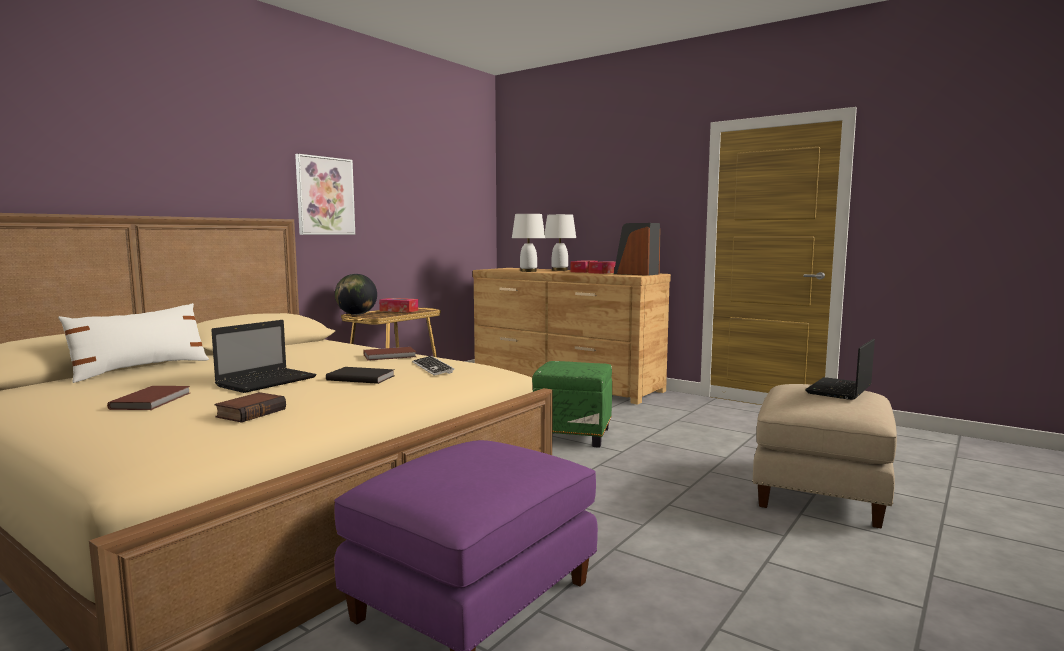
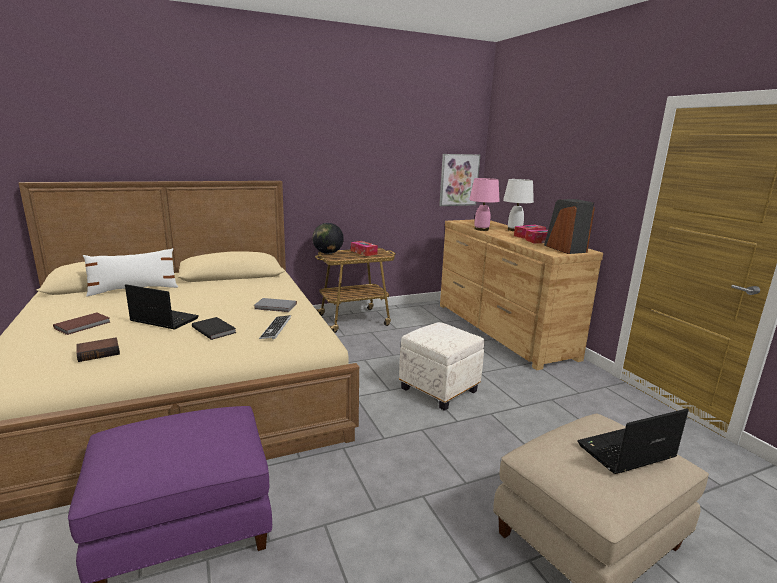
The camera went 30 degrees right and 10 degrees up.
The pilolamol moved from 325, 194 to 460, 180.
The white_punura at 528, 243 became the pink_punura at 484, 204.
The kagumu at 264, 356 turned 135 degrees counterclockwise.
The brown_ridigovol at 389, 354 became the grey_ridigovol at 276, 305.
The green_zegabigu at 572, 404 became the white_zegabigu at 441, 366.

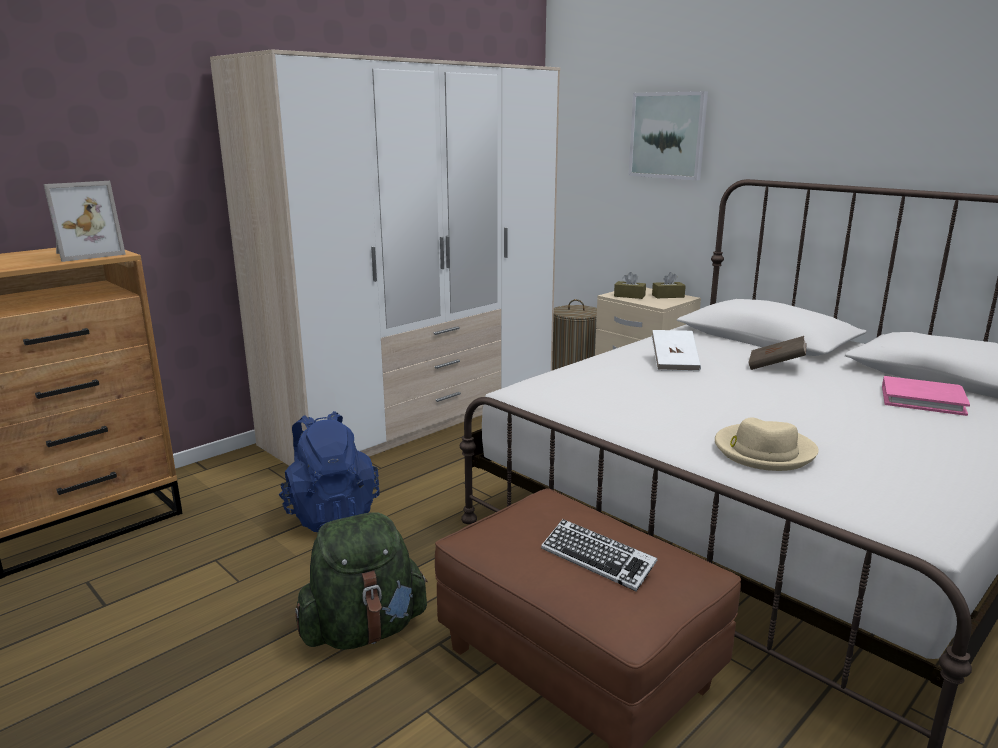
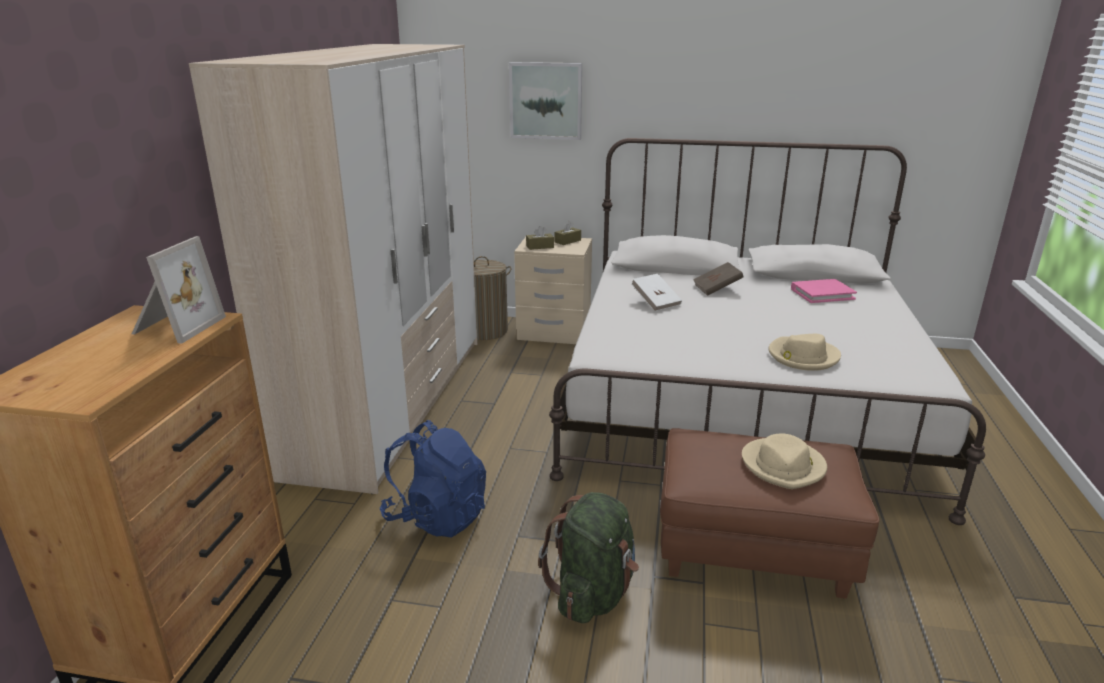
The camera went 35 degrees left and 5 degrees up.
The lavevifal at 599, 555 was replaced by the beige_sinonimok at 784, 461.

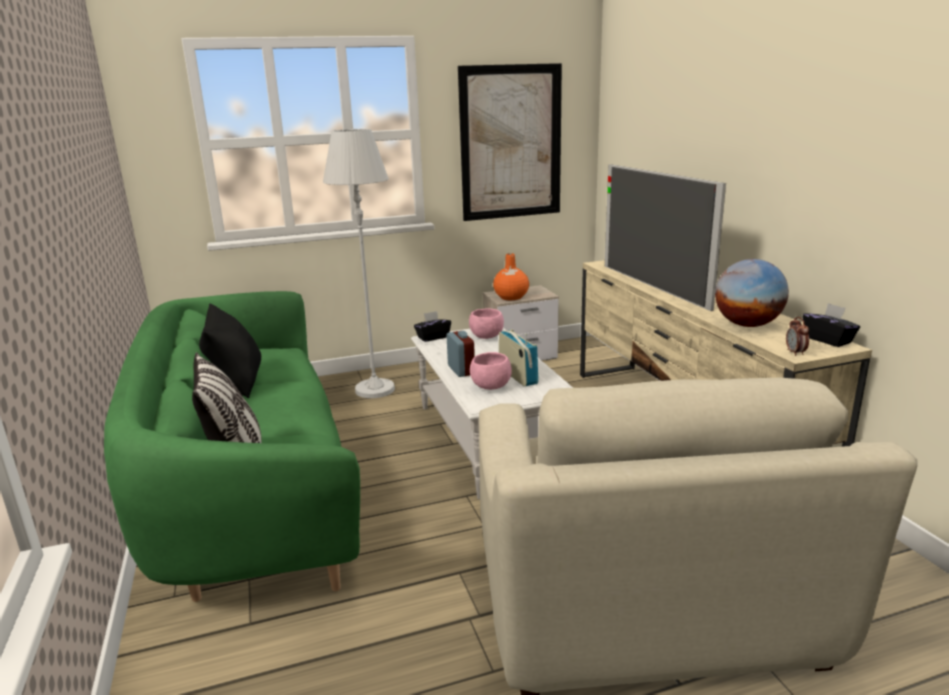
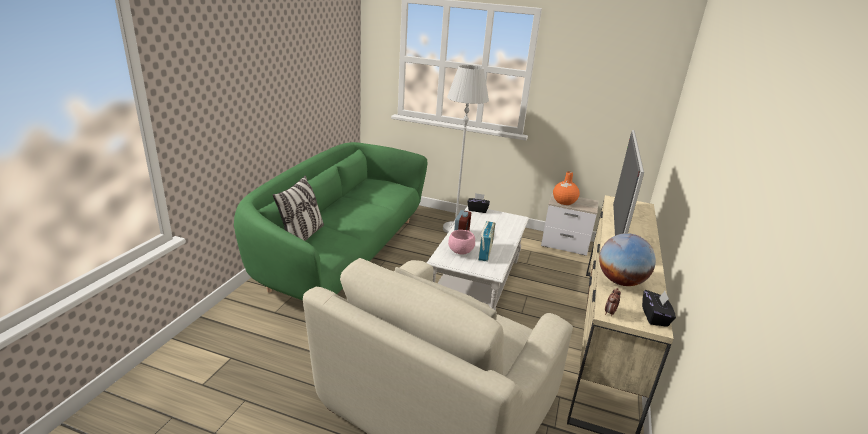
The camera went 35 degrees right and 5 degrees up.
The pilolamol at 510, 142 disappeared.
The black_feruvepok at 230, 350 disappeared.
The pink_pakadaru at 486, 323 disappeared.

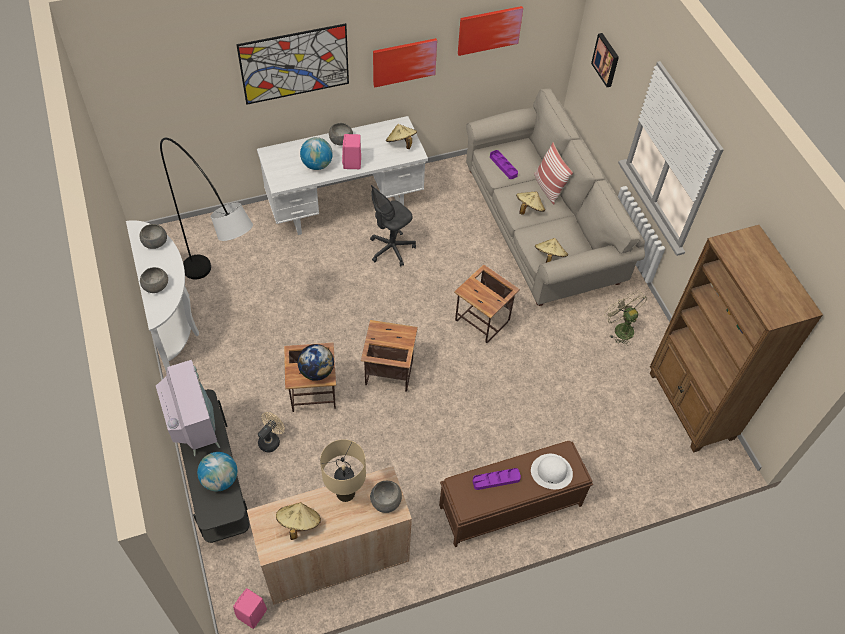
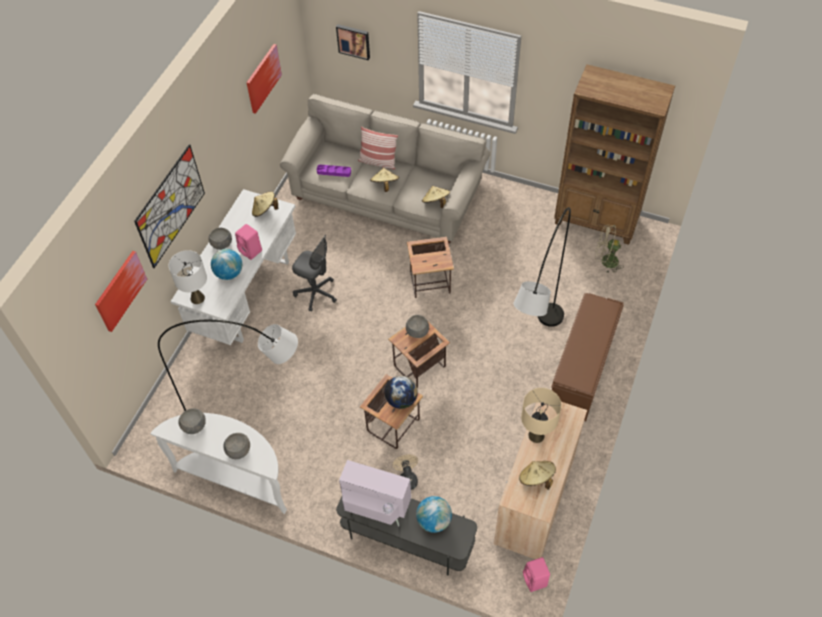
The camera went 45 degrees left and 0 degrees up.
The pilolamol moved from 405, 63 to 121, 291.
The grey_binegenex at 393, 225 turned 60 degrees counterclockwise.
The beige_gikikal moved from 625, 317 to 610, 249.
The white_sinonimok at 552, 471 disappeared.
The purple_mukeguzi at 497, 479 disappeared.
The grey_pakadaru moved from 386, 497 to 417, 326.
The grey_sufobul at 542, 267 appeared.
The white_punura at 188, 277 appeared.

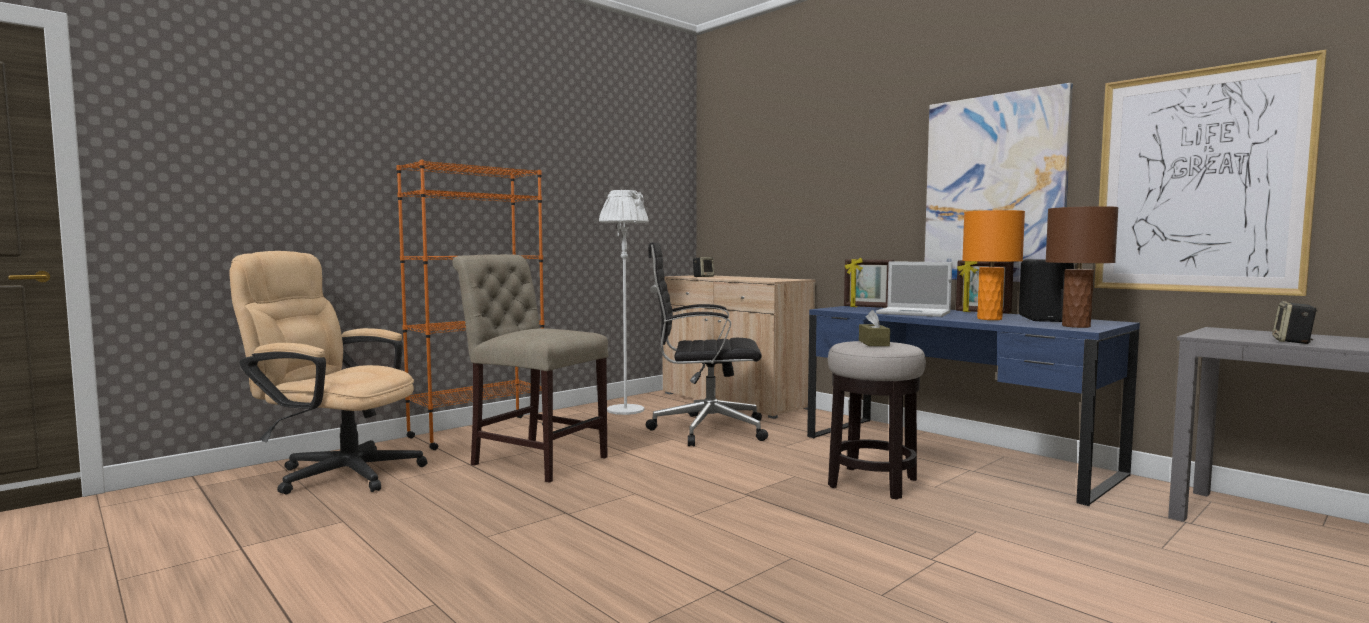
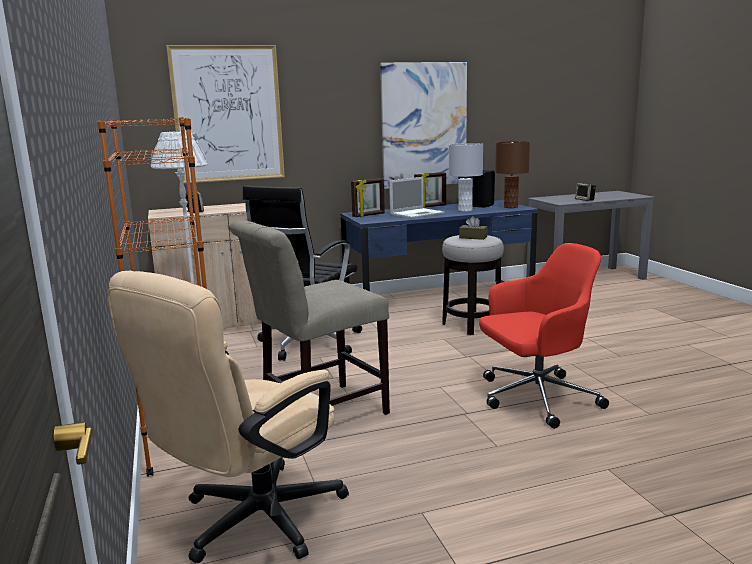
The camera went 65 degrees left and 10 degrees up.
The pilolamol moved from 1210, 173 to 225, 114.
The orange_punura at 993, 265 became the grey_punura at 466, 177.
The red_binegenex at 544, 336 appeared.

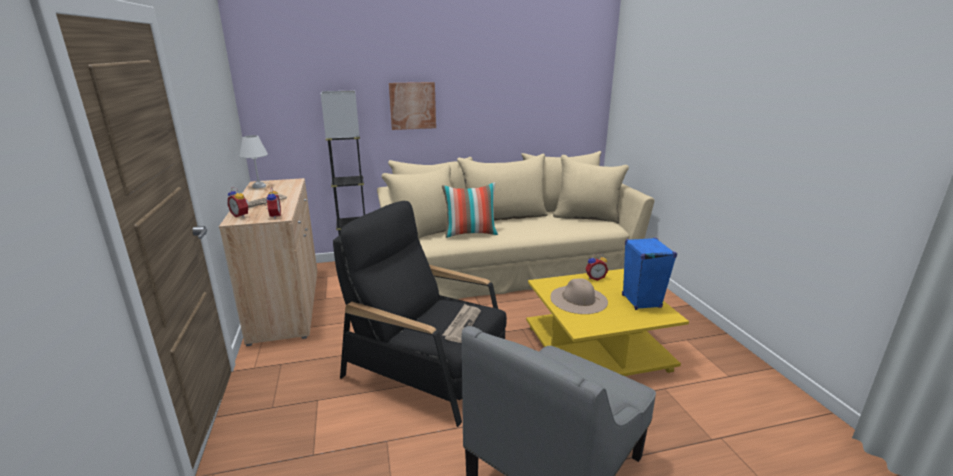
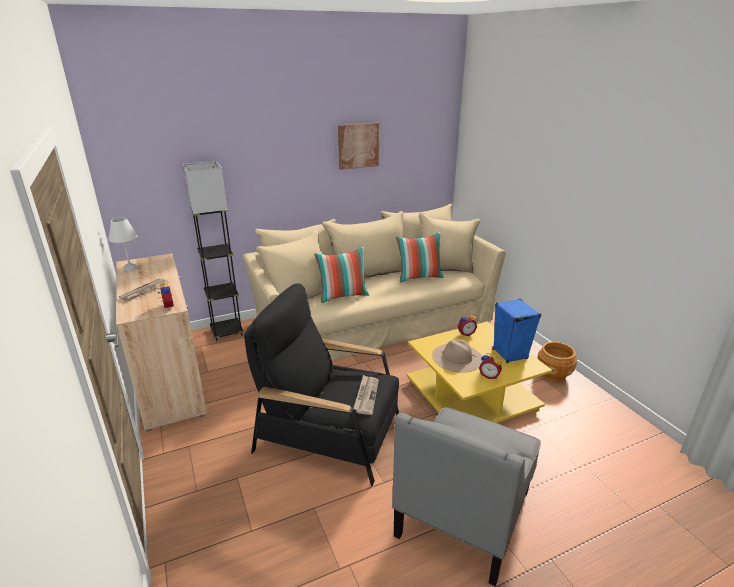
The camera went 10 degrees left and 5 degrees up.
The pilolamol moved from 412, 106 to 358, 146.
The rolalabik moved from 238, 202 to 490, 366.
The feruvepok at 420, 257 appeared.
The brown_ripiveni at 557, 362 appeared.

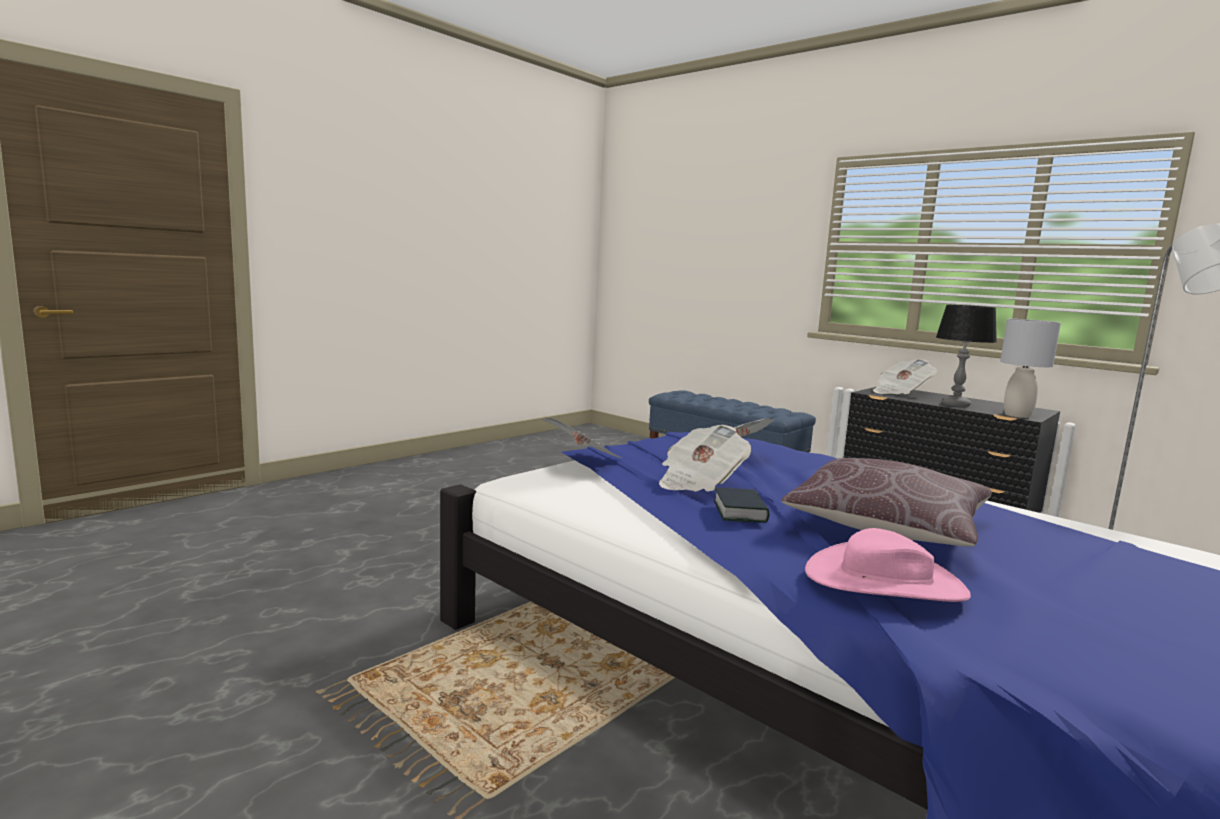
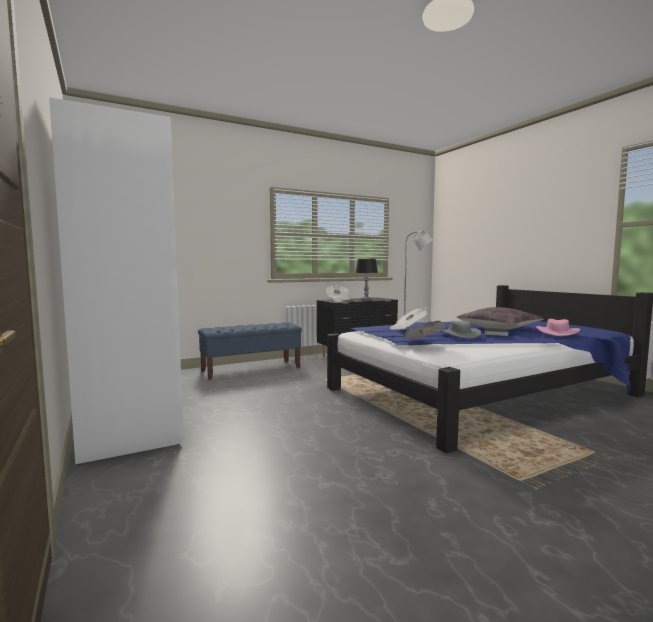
The camera went 70 degrees left and 5 degrees down.
The grey_punura at 1030, 368 disappeared.
The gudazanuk at 705, 458 was replaced by the grey_sinonimok at 461, 329.
The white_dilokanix at 116, 281 appeared.

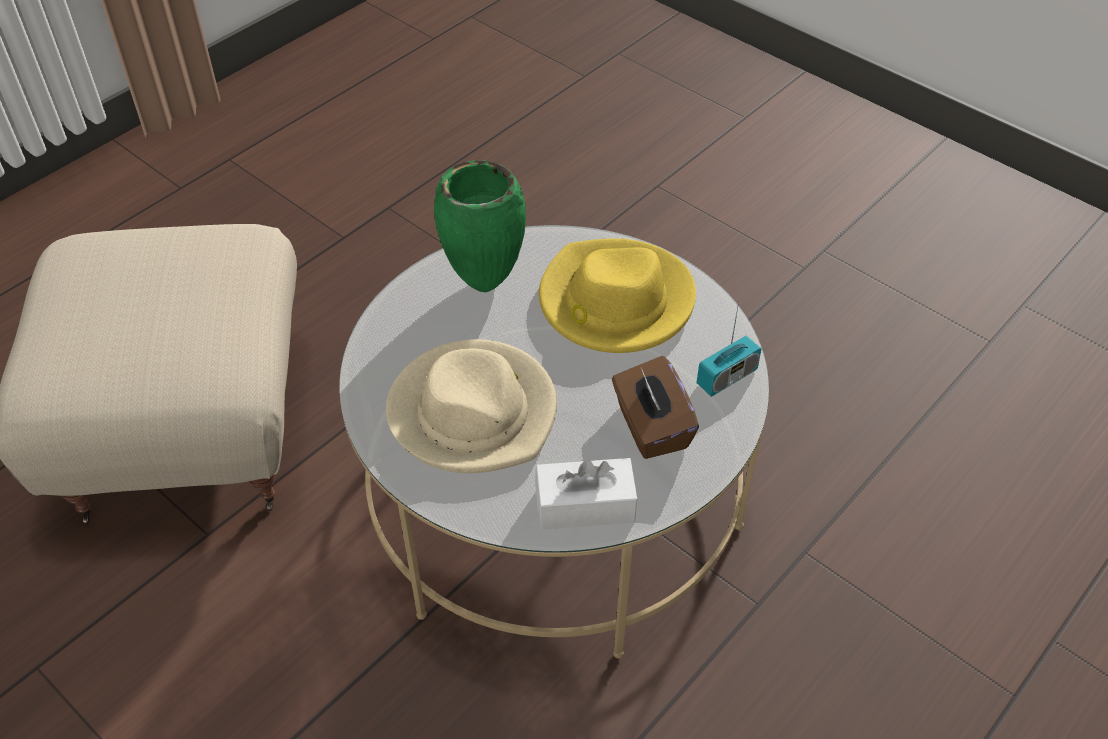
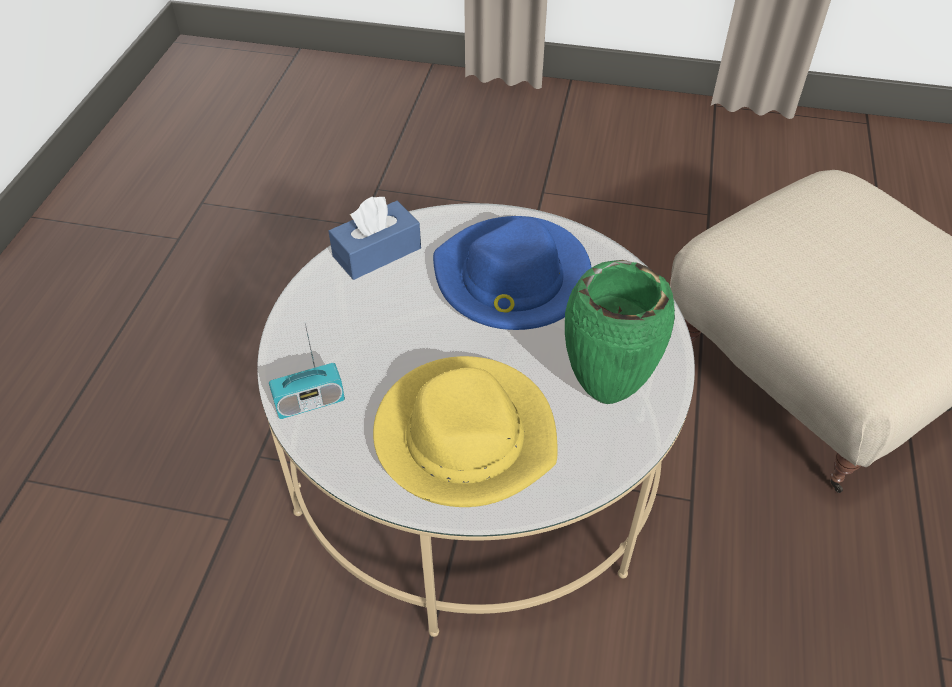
The camera went 150 degrees right and 0 degrees up.
The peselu at 729, 349 turned 135 degrees counterclockwise.
The beige_sinonimok at 471, 406 became the blue_sinonimok at 512, 273.
The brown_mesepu at 655, 407 disappeared.
The white_mesepu at 586, 494 became the blue_mesepu at 374, 238.

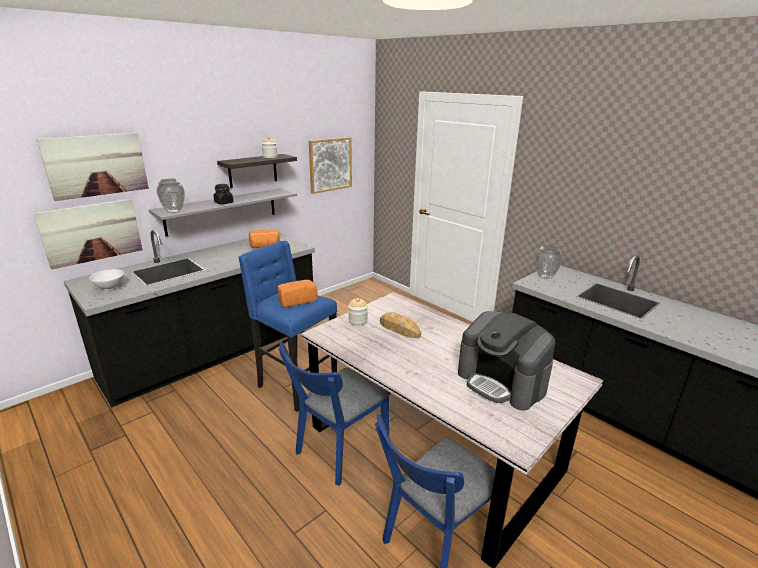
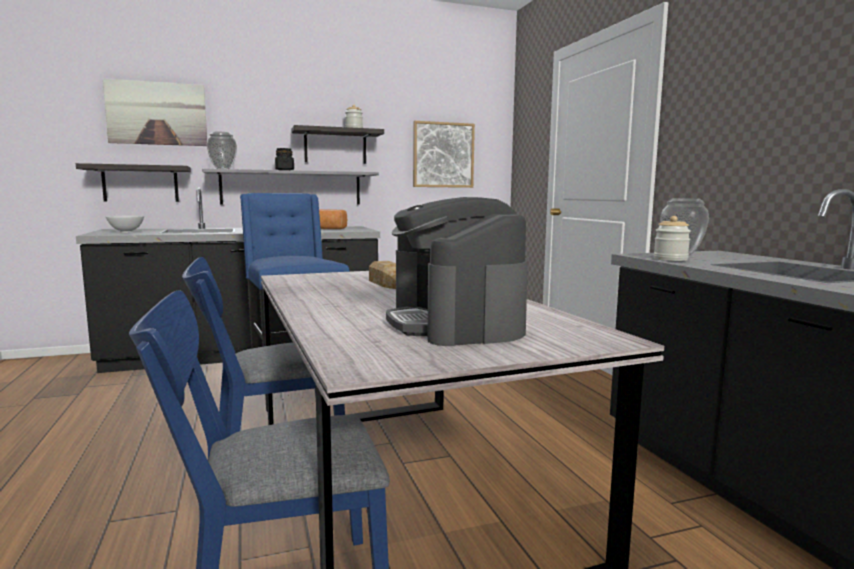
The camera went 25 degrees right and 15 degrees down.
The pilolamol at 88, 234 was replaced by the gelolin at 133, 182.
The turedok at 297, 293 disappeared.
The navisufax moved from 358, 312 to 672, 238.

